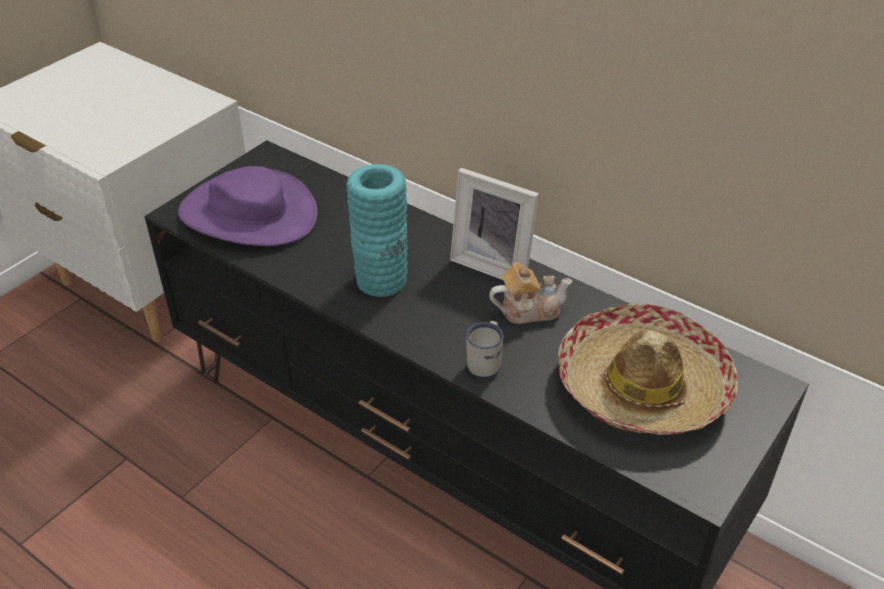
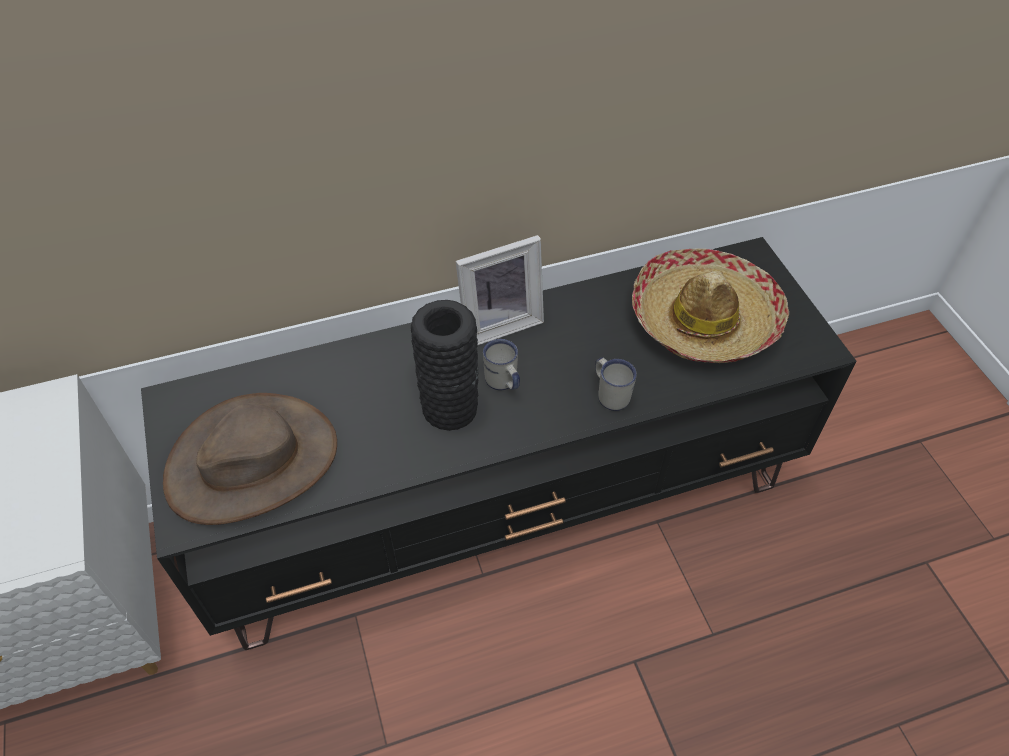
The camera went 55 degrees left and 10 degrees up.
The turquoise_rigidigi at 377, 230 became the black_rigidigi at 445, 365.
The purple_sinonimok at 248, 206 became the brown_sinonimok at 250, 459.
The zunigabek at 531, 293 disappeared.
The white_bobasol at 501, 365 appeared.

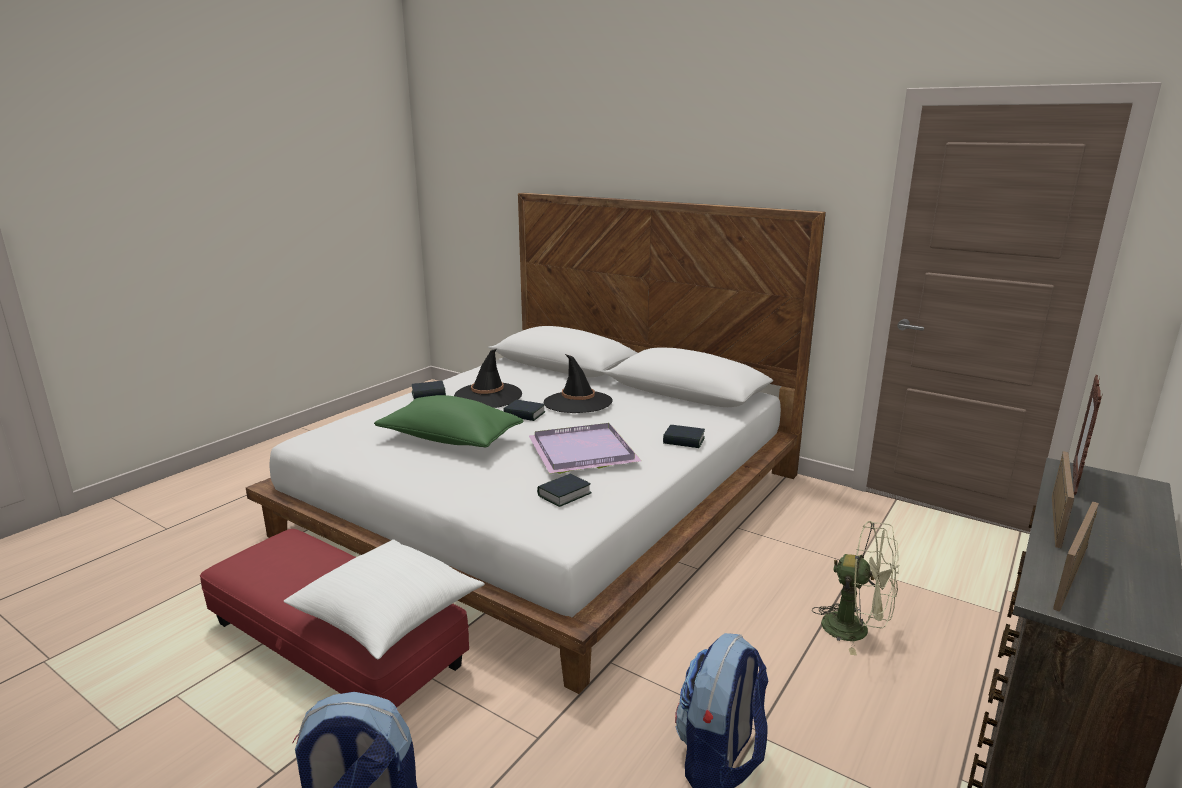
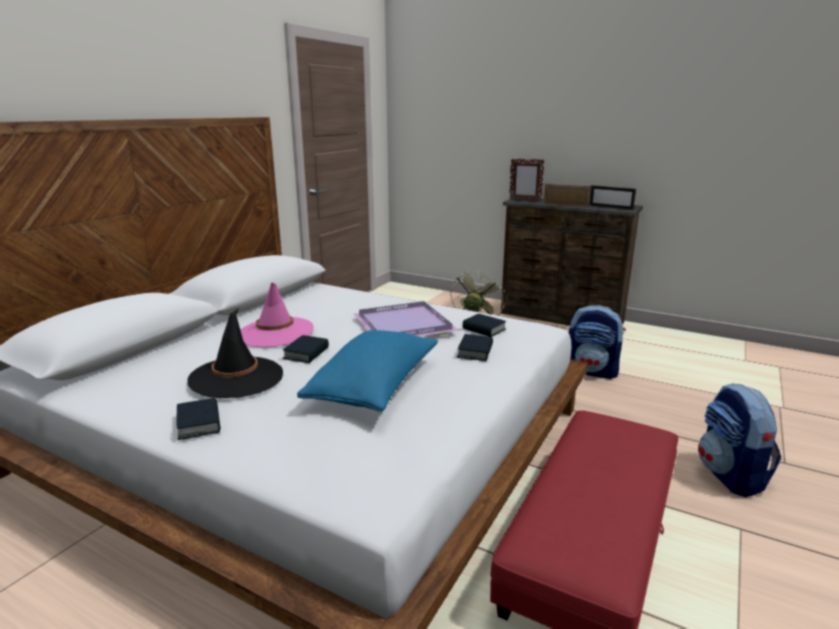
The camera went 95 degrees left and 0 degrees up.
The black_sinonimok at 578, 383 became the pink_sinonimok at 277, 315.
The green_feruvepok at 448, 421 became the blue_feruvepok at 367, 371.
The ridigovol moved from 684, 436 to 475, 347.
The white_feruvepok at 384, 599 disappeared.

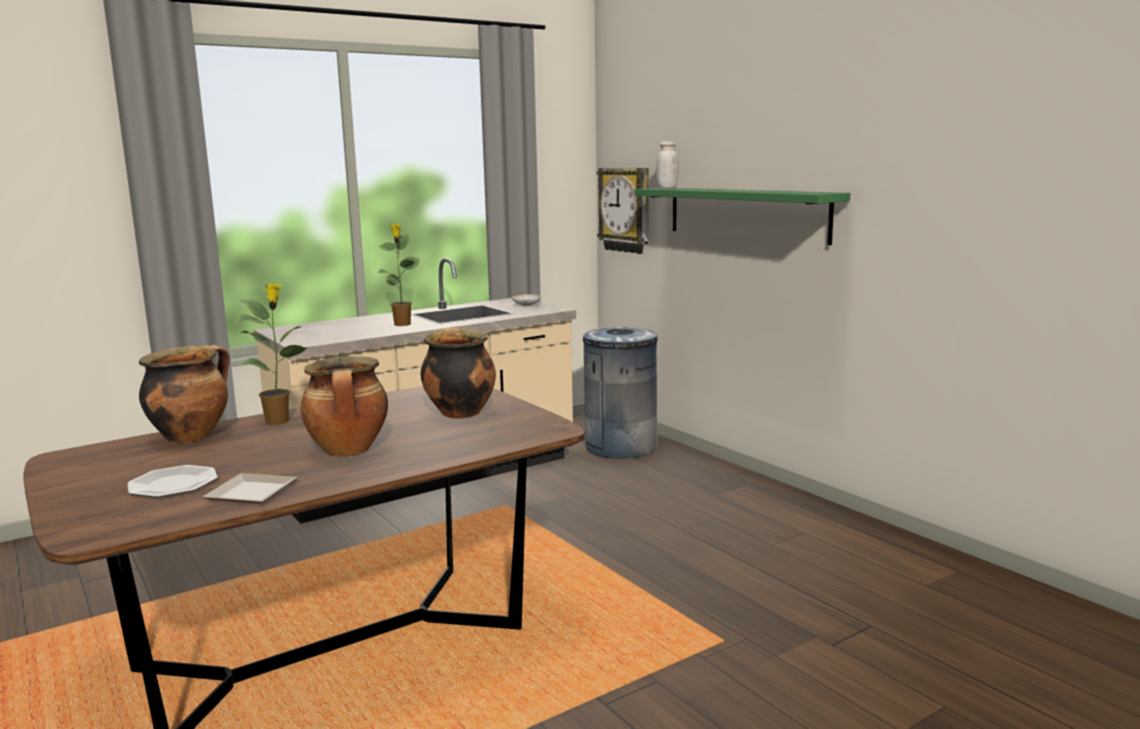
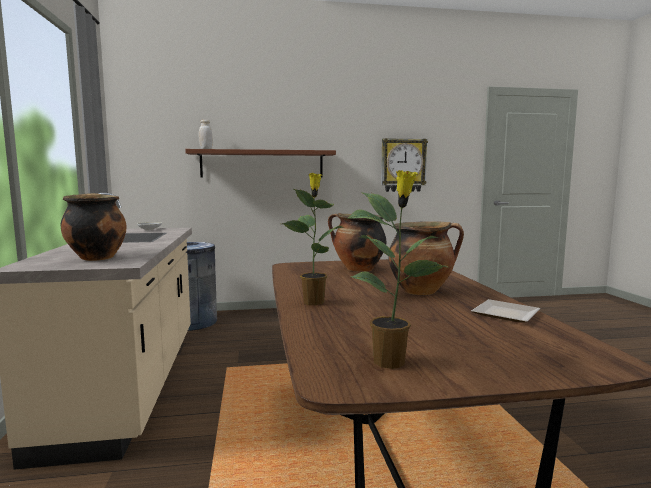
The camera went 65 degrees left and 5 degrees down.
The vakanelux moved from 623, 211 to 404, 165.
The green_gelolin at 743, 216 became the brown_gelolin at 260, 163.
The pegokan moved from 398, 275 to 397, 269.
The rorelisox moved from 184, 394 to 93, 227.
The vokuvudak at 172, 481 disappeared.

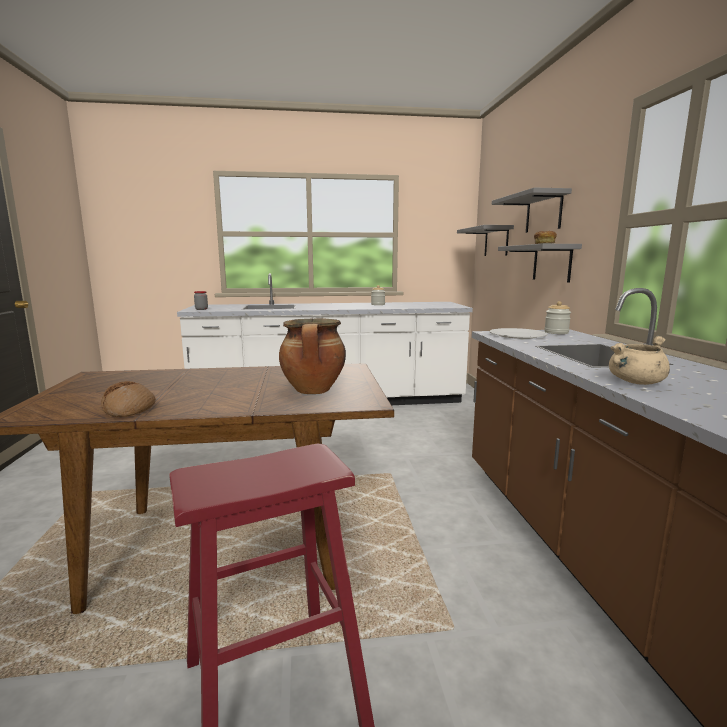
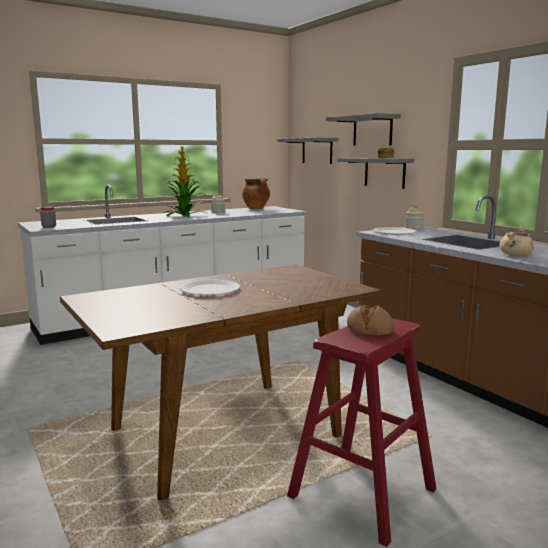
The camera went 25 degrees left and 0 degrees up.
The rorelisox moved from 312, 356 to 256, 194.
The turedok moved from 128, 399 to 370, 320.
The pegokan at 185, 182 appeared.
The white_vokuvudak at 210, 287 appeared.

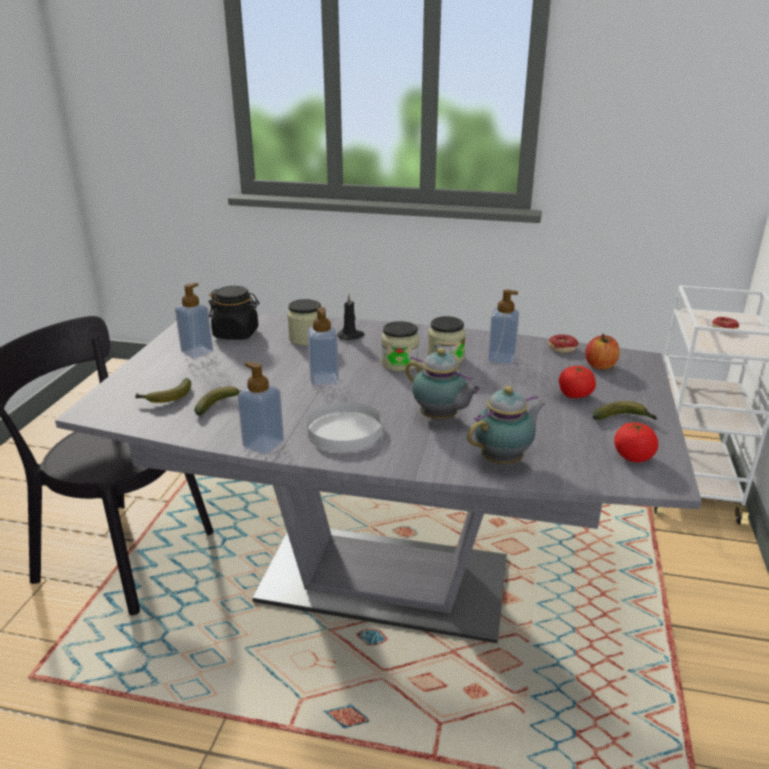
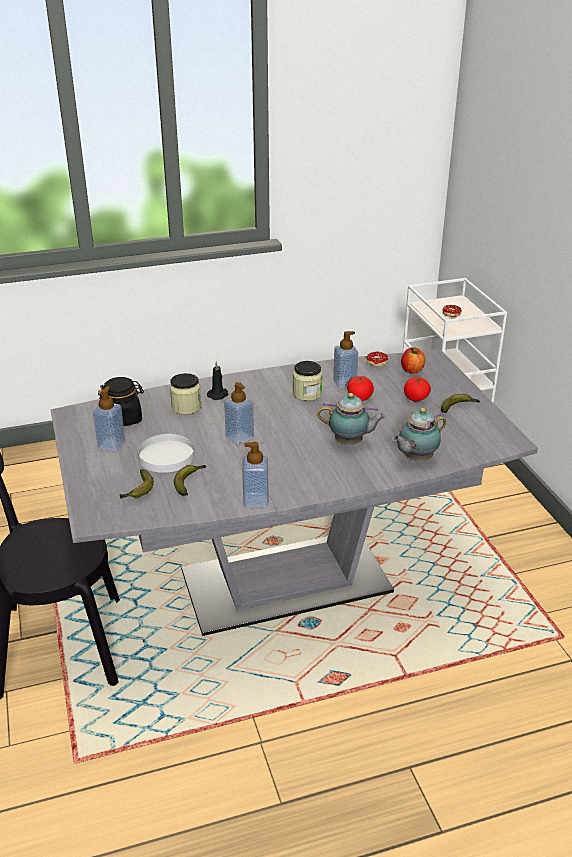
The camera went 30 degrees left and 5 degrees up.
The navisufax at 400, 346 disappeared.
The zunigabek at 506, 425 turned 150 degrees counterclockwise.
The white_vokuvudak moved from 344, 426 to 166, 453.
The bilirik moved from 636, 442 to 360, 388.

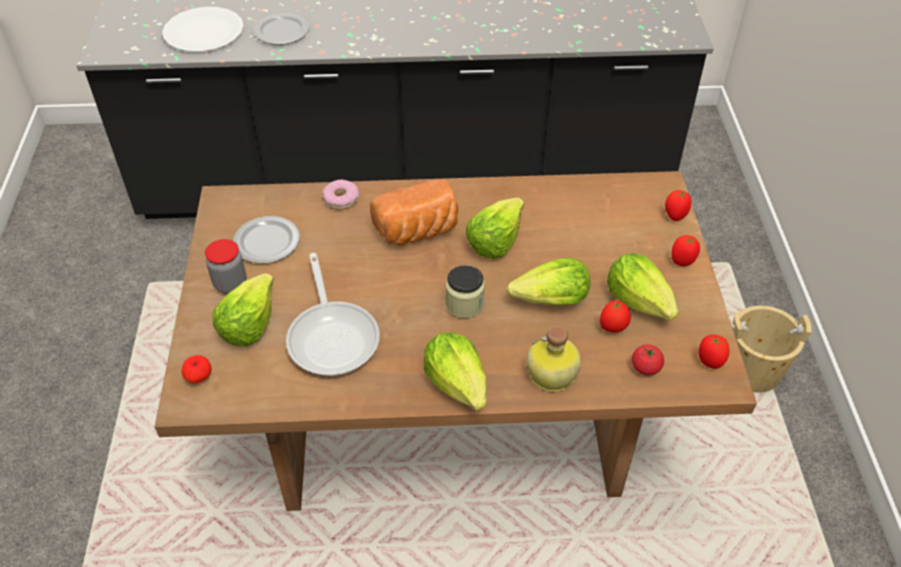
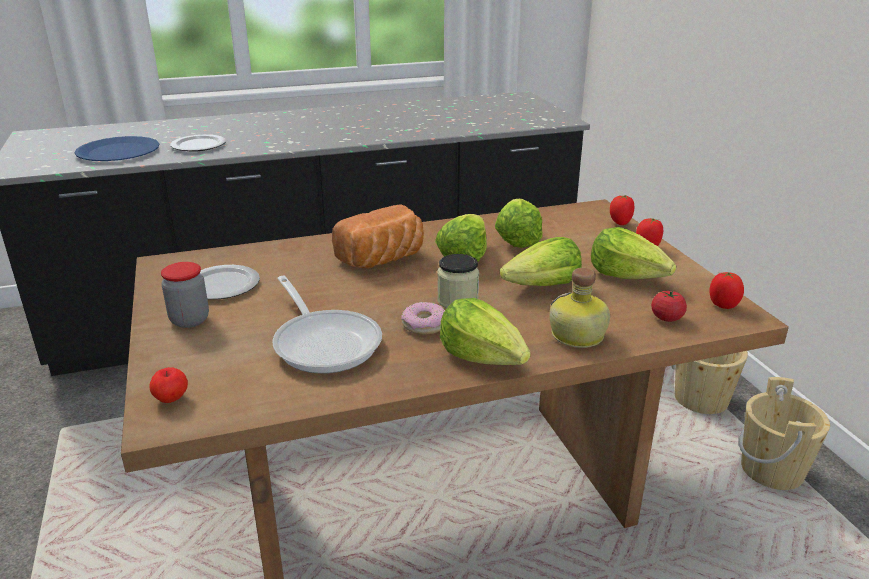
The camera went 15 degrees left and 20 degrees down.
The white_vokuvudak at 203, 29 became the blue_vokuvudak at 116, 148.
The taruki moved from 340, 195 to 423, 318.
The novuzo moved from 243, 309 to 519, 223.
The bilirik at 615, 316 disappeared.
The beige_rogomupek at 784, 433 appeared.

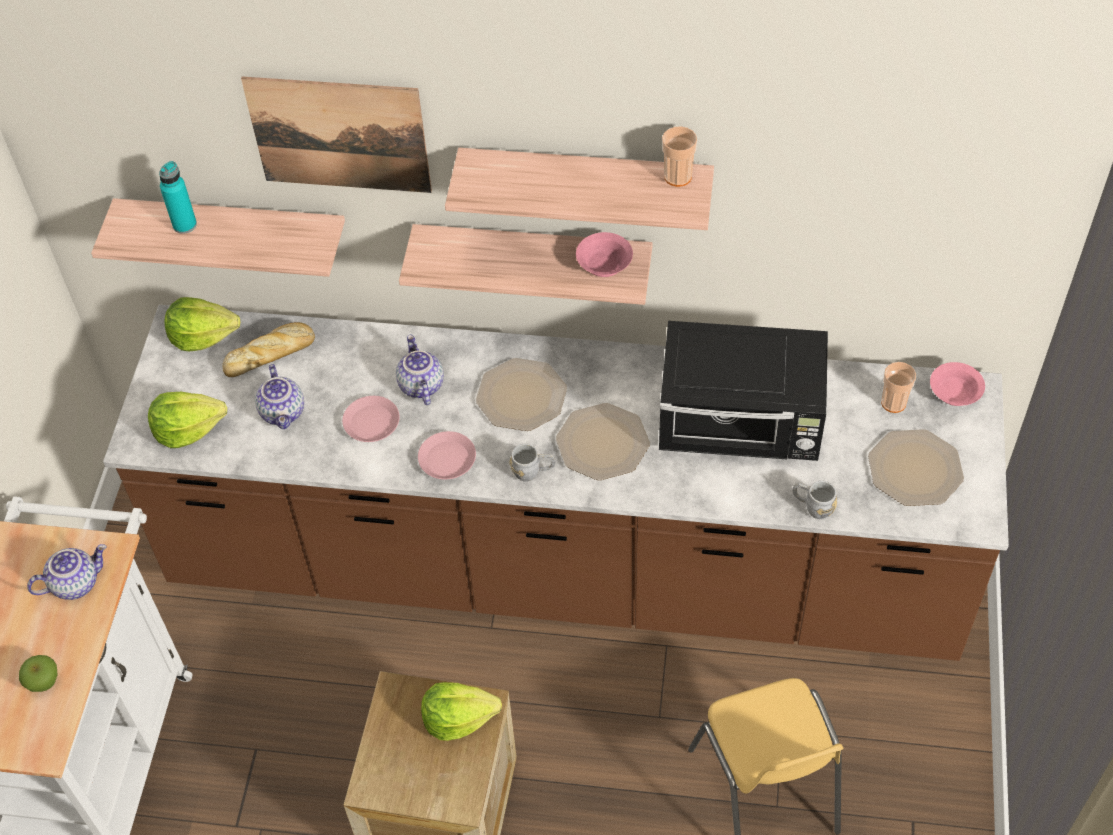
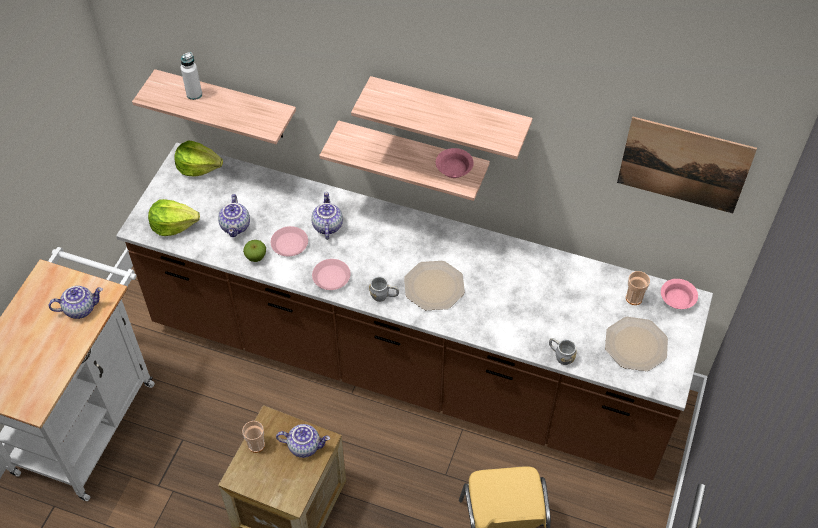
The camera went 10 degrees right and 0 degrees up.
The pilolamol moved from 336, 134 to 687, 164.
The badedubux moved from 679, 156 to 253, 437.
The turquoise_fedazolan at 178, 197 became the white_fedazolan at 191, 76.
The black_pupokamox at 743, 391 disappeared.
The turedok at 268, 349 disappeared.
The vokuvudak at 521, 394 disappeared.
The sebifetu moved from 38, 673 to 254, 251.
The novuzo at 461, 711 was replaced by the zunigabek at 303, 441.

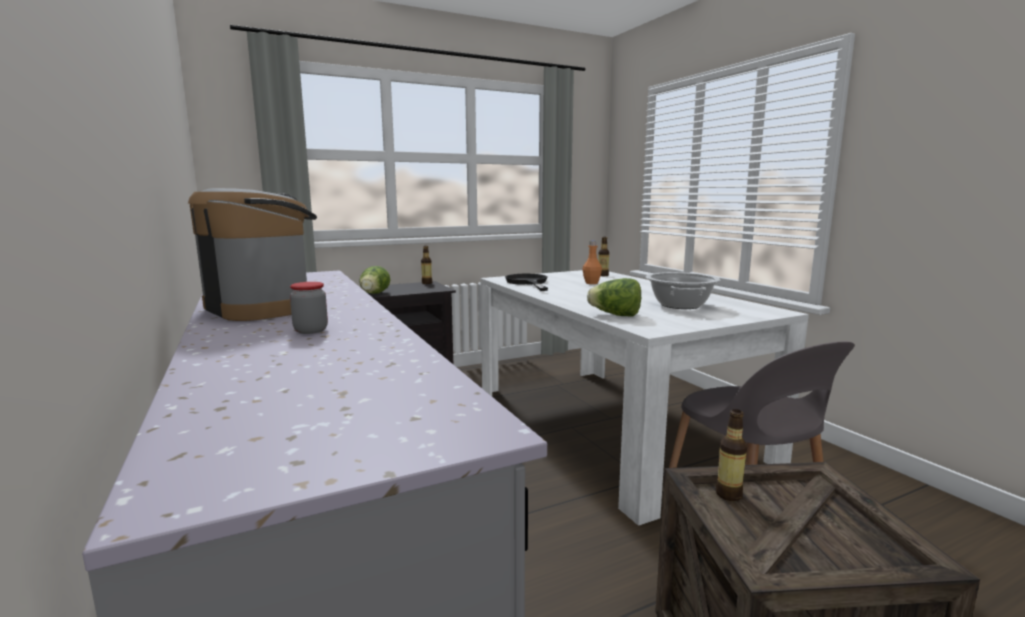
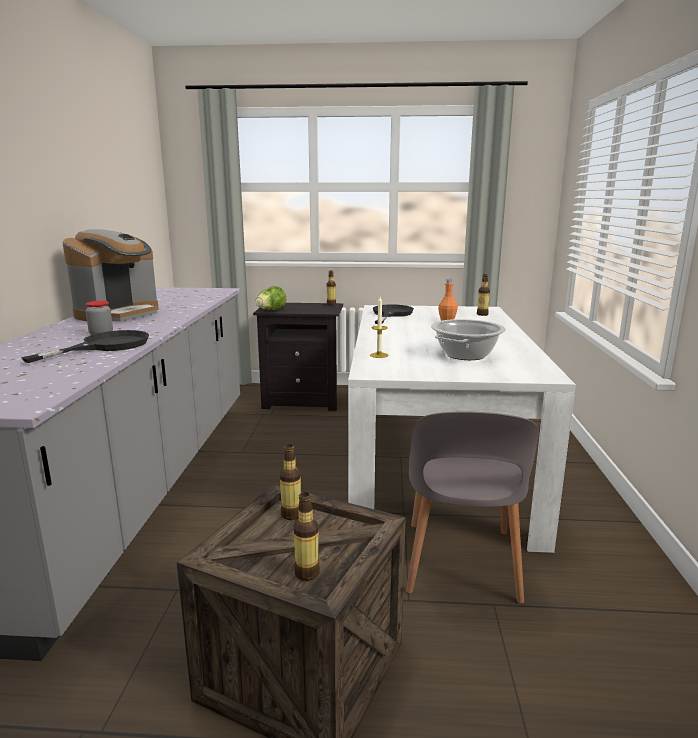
The camera went 30 degrees right and 5 degrees up.
The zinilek at 252, 254 turned 45 degrees clockwise.
The novuzo at 614, 297 was replaced by the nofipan at 379, 327.
The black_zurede at 85, 346 appeared.
The fedazolan at 306, 536 appeared.

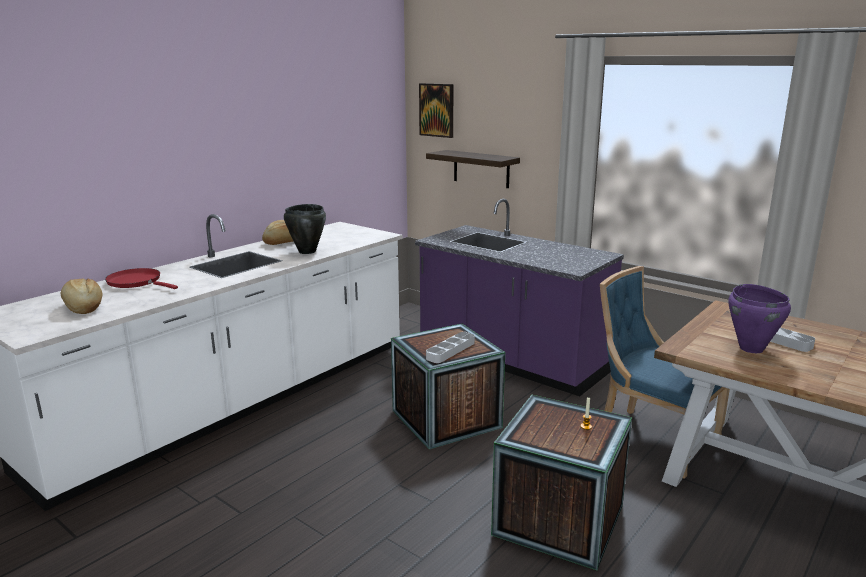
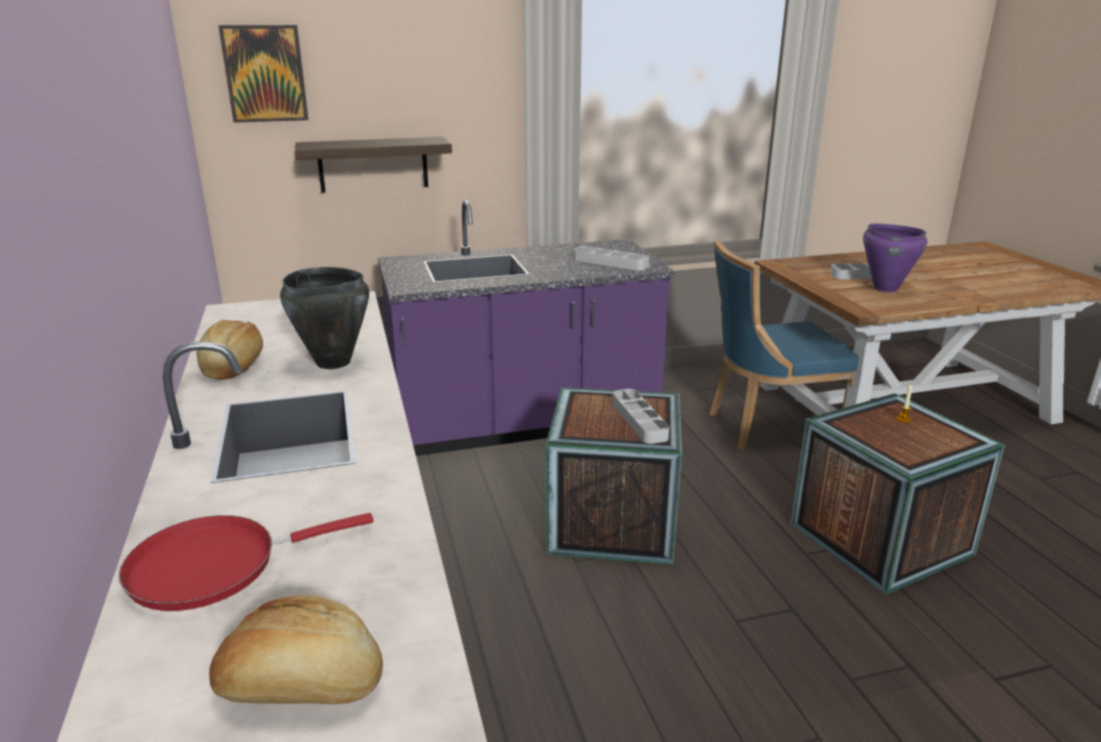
The camera went 55 degrees left and 5 degrees up.
The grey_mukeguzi at 611, 258 appeared.

